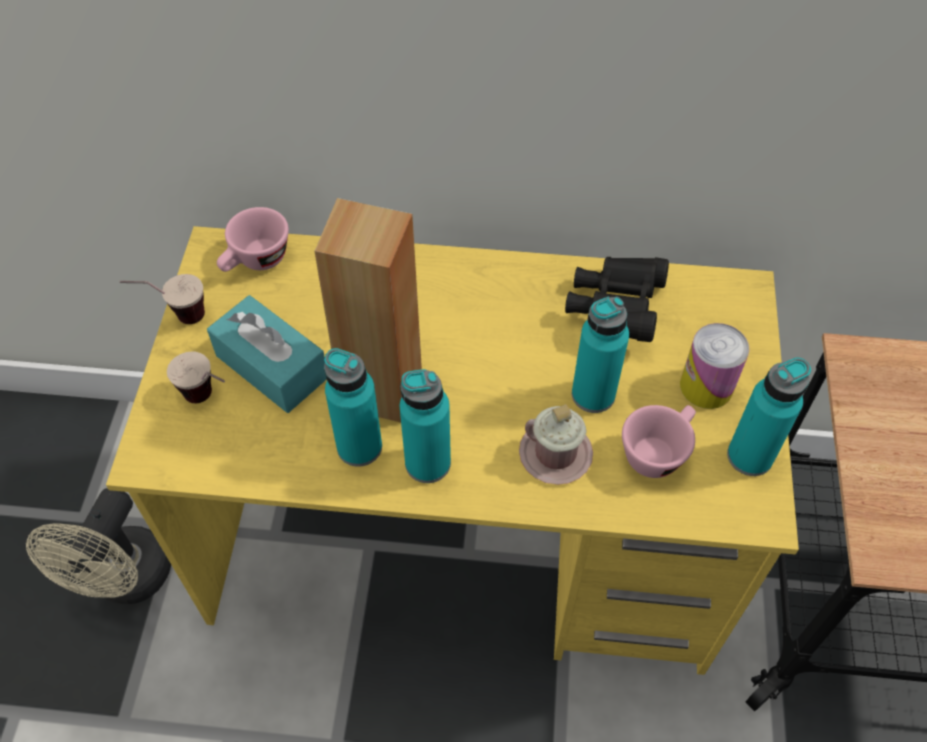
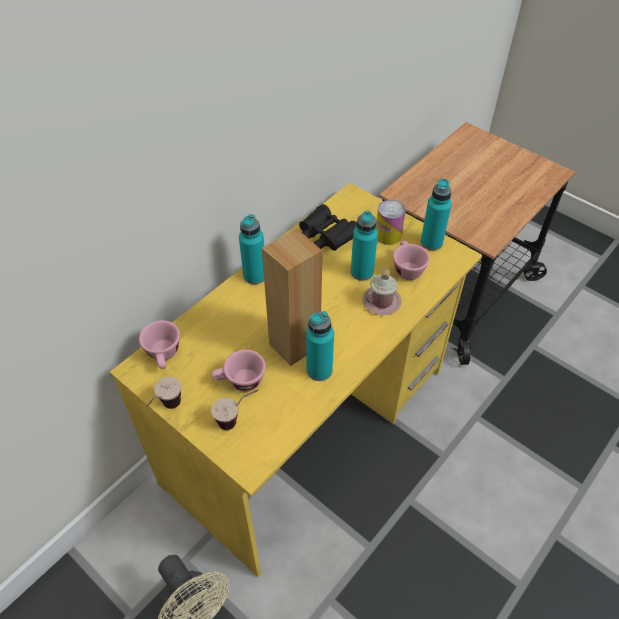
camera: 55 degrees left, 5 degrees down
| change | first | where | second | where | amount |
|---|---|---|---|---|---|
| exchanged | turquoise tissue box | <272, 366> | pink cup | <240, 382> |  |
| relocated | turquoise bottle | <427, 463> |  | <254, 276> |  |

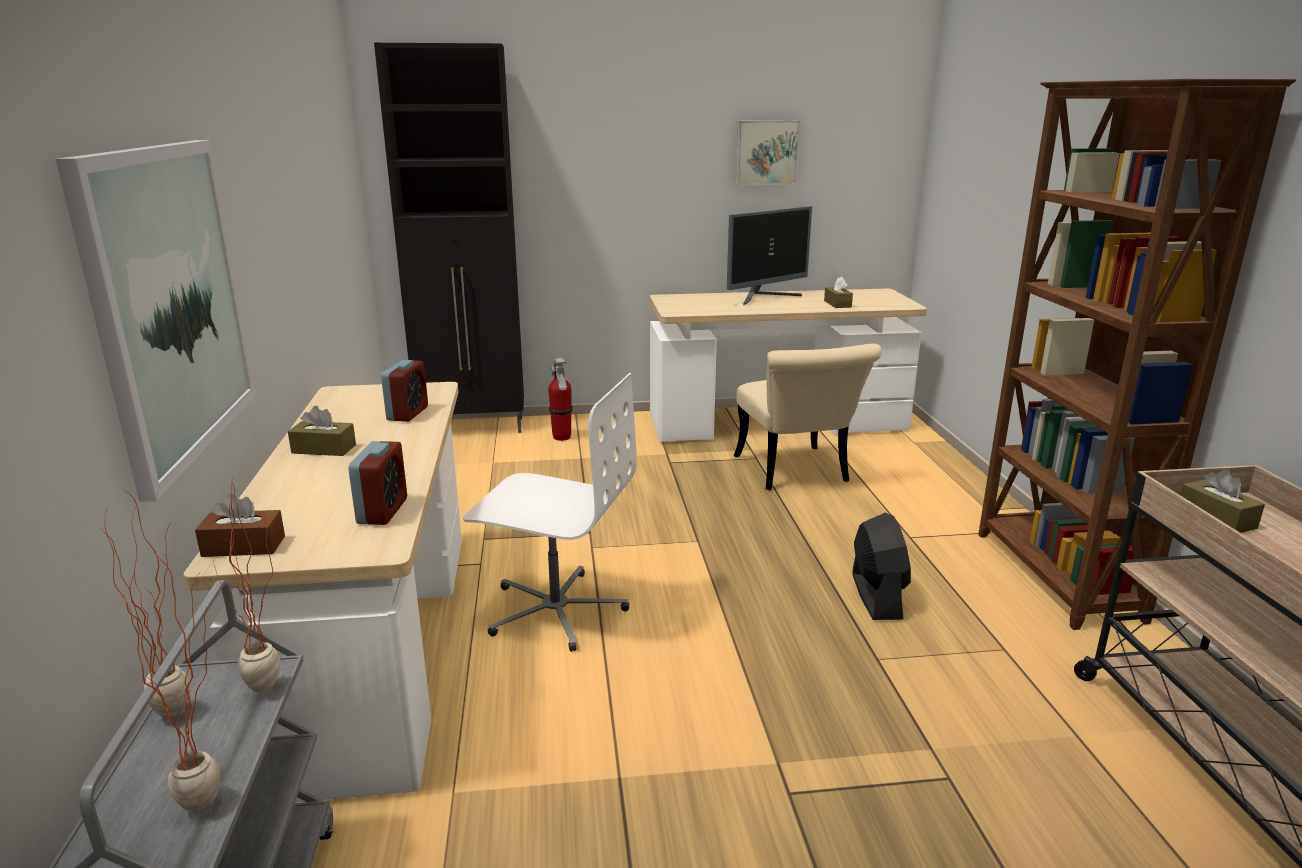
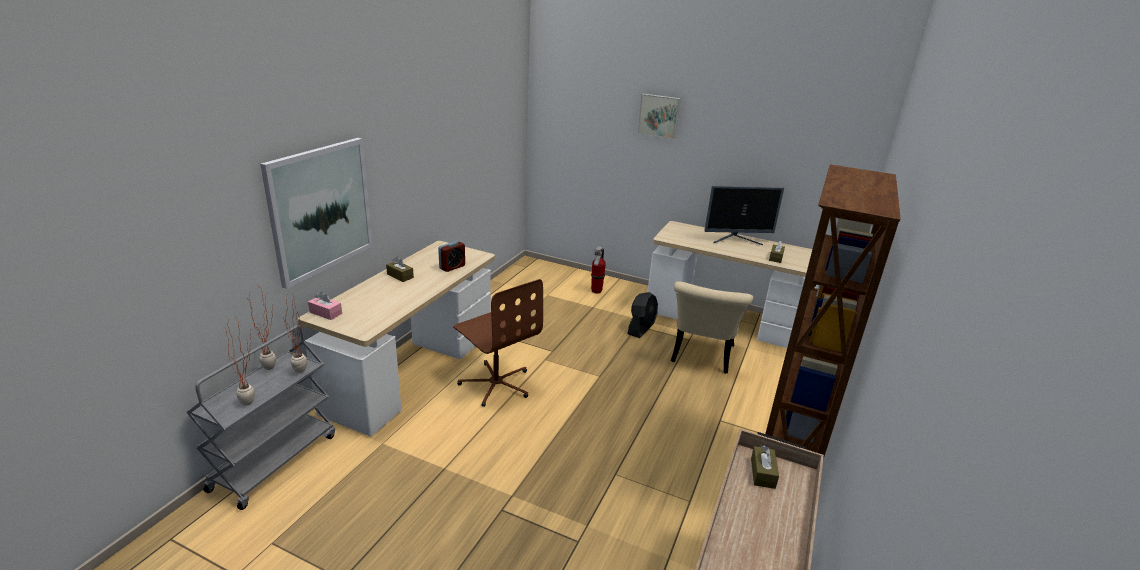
camera: 30 degrees right, 5 degrees up
| change | first | where | second | where | amount |
|---|---|---|---|---|---|
| colour | brown tissue box | <244, 546> | pink tissue box | <326, 313> |  |
| colour | white office chair | <555, 610> | brown office chair | <496, 384> |  |
| relocated | black fan | <876, 596> |  | <641, 328> |  |
| relocated | picture | <766, 152> |  | <659, 115> |  |
| missing | alarm clock | <382, 511> |  |  |  |
| missing | black cabinet | <474, 427> |  |  |  |

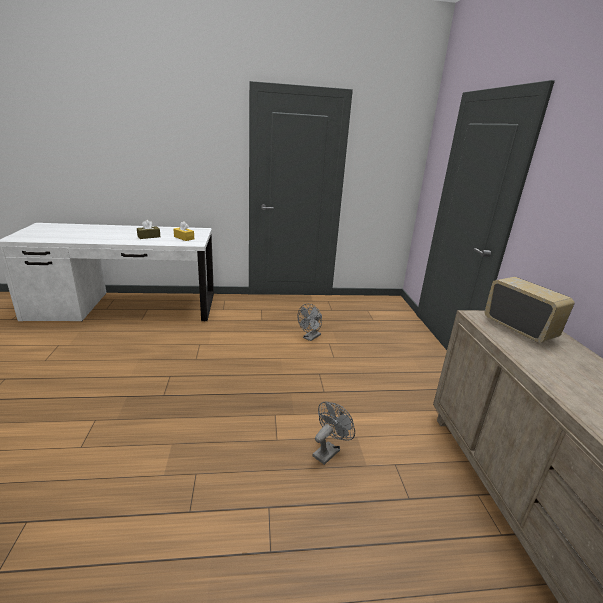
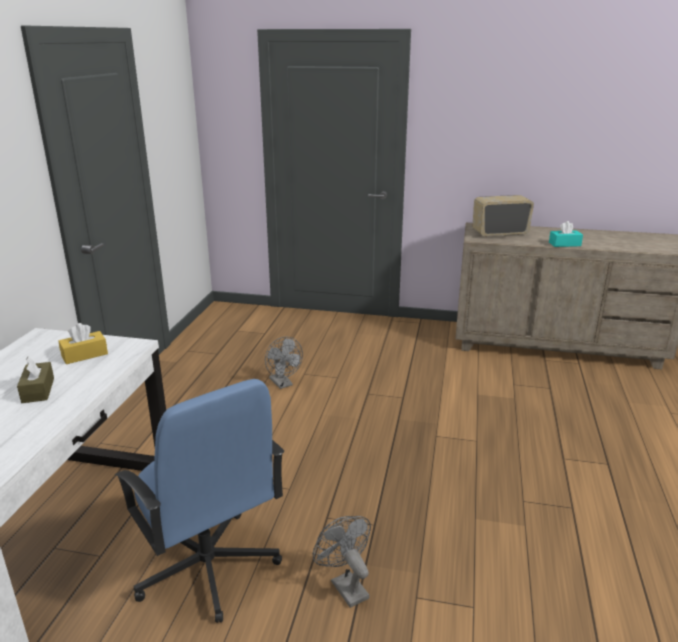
camera: 70 degrees left, 0 degrees up
| change | first | where | second | where | amount |
|---|---|---|---|---|---|
| appeared |  |  | blue office chair | <207, 567> |  |
| relocated | grey fan | <328, 451> |  | <345, 586> |  |
| appeared |  |  | turquoise tissue box | <564, 244> |  |

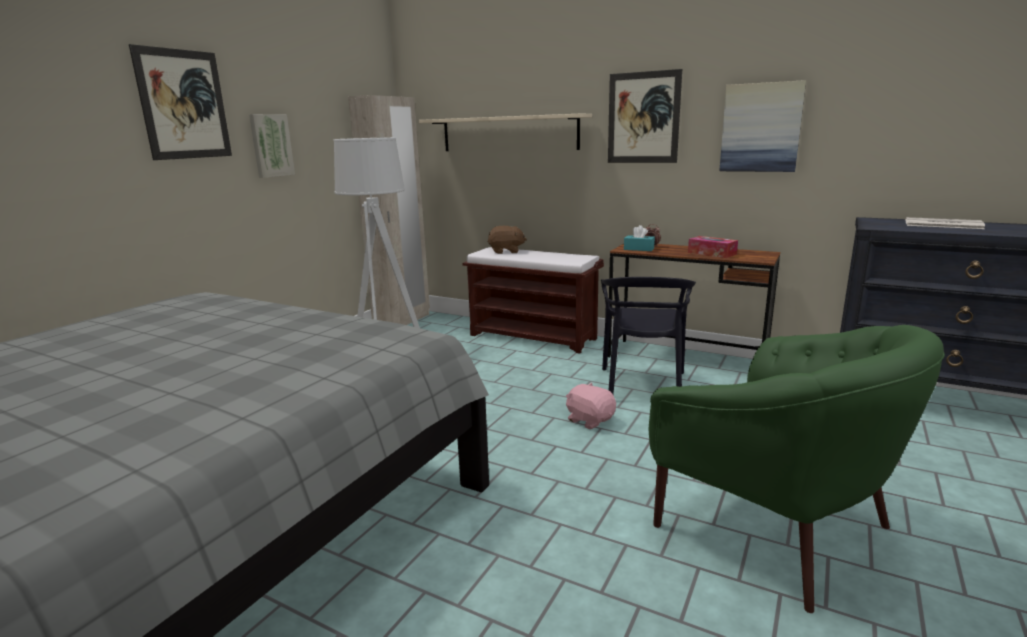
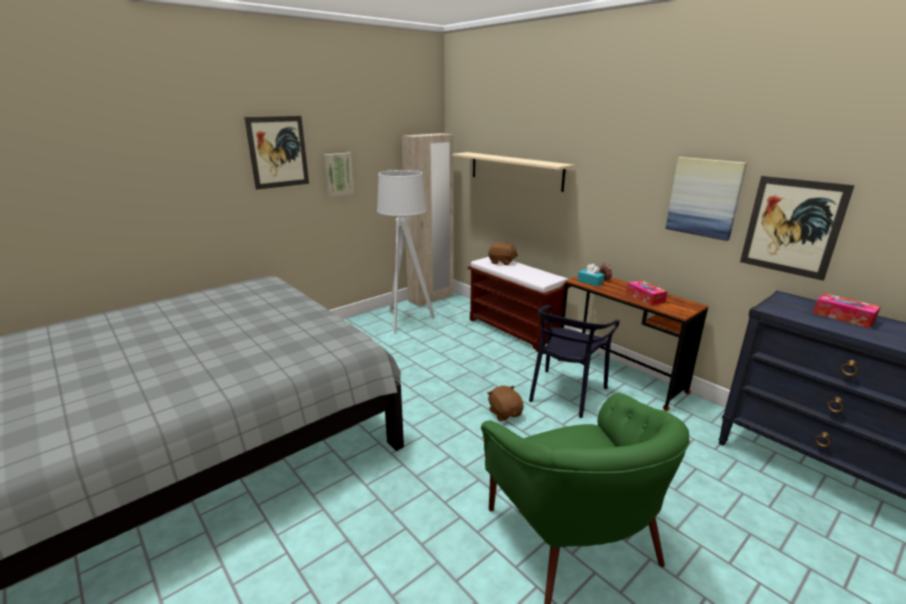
camera: 20 degrees right, 5 degrees up
| change | first | where | second | where | amount |
|---|---|---|---|---|---|
| colour | pink plush toy | <590, 420> | brown plush toy | <505, 413> |  |
| relocated | picture | <643, 118> |  | <792, 227> |  |
| exchanged | newspaper | <942, 225> | tissue box | <843, 317> |  |

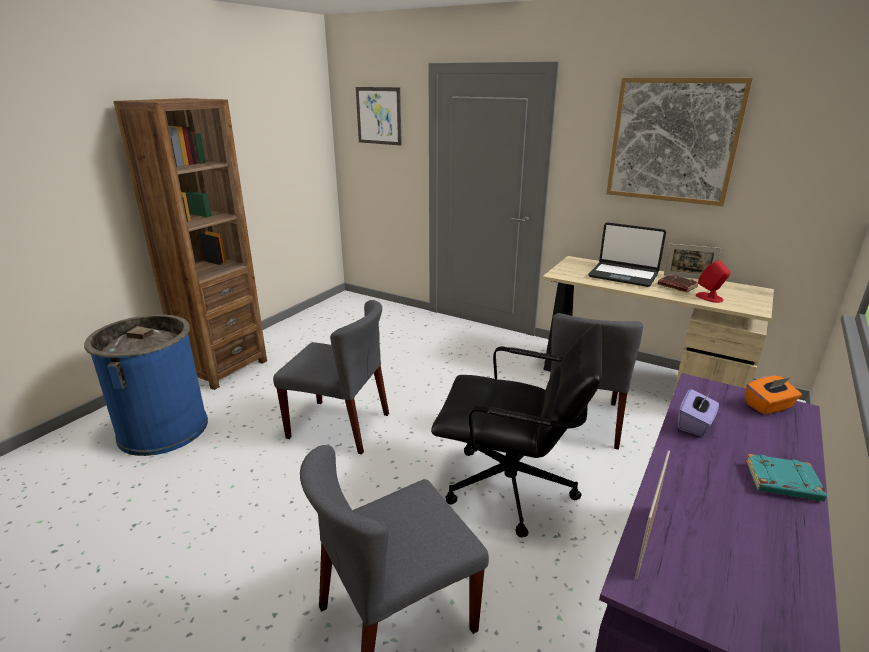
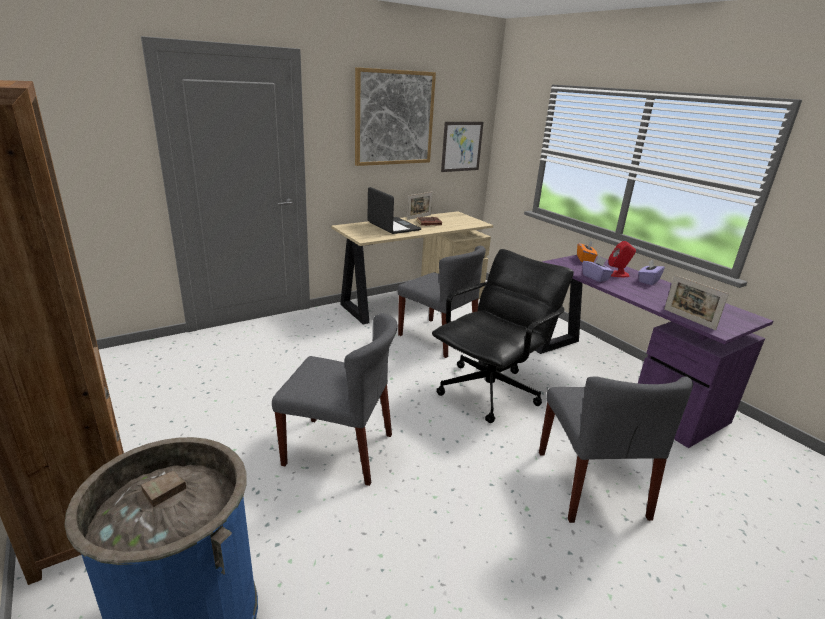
camera: 65 degrees left, 0 degrees up
| change | first | where | second | where | amount |
|---|---|---|---|---|---|
| spun | grey chair | <339, 426> |  | <340, 449> | 60 degrees clockwise |
| spun | laptop | <623, 275> |  | <393, 226> | 90 degrees counterclockwise |
| relocated | picture | <379, 116> |  | <461, 146> |  |
| relocated | red speaker | <709, 298> |  | <618, 274> |  |
| exchanged | turquoise book | <782, 482> | purple tissue box | <648, 281> |  |

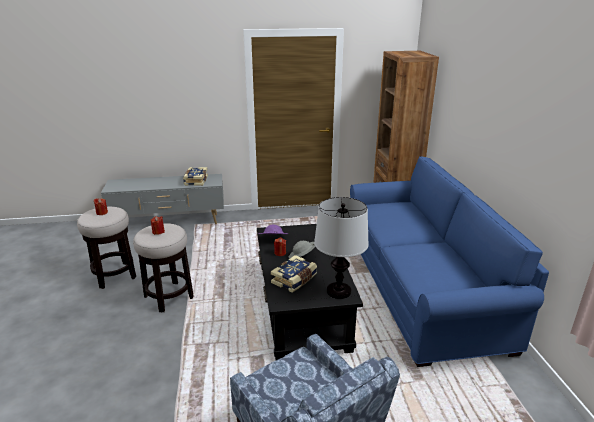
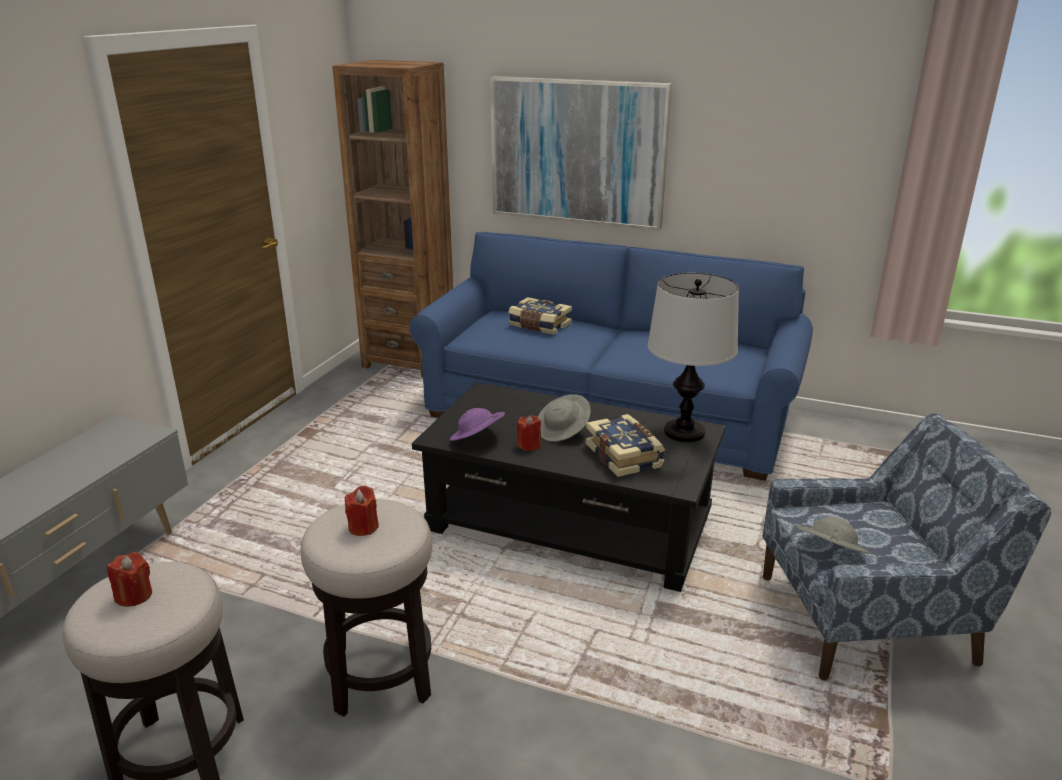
camera: 60 degrees left, 0 degrees up
| change | first | where | second | where | amount |
|---|---|---|---|---|---|
| appeared |  |  | picture | <578, 151> |  |
| relocated | book | <195, 181> |  | <539, 326> |  |
| appeared |  |  | grey hat | <829, 553> |  |

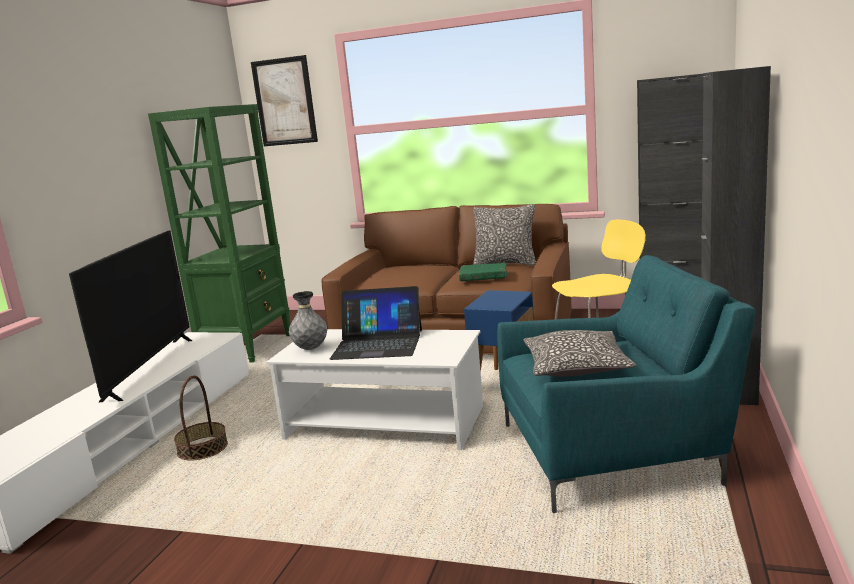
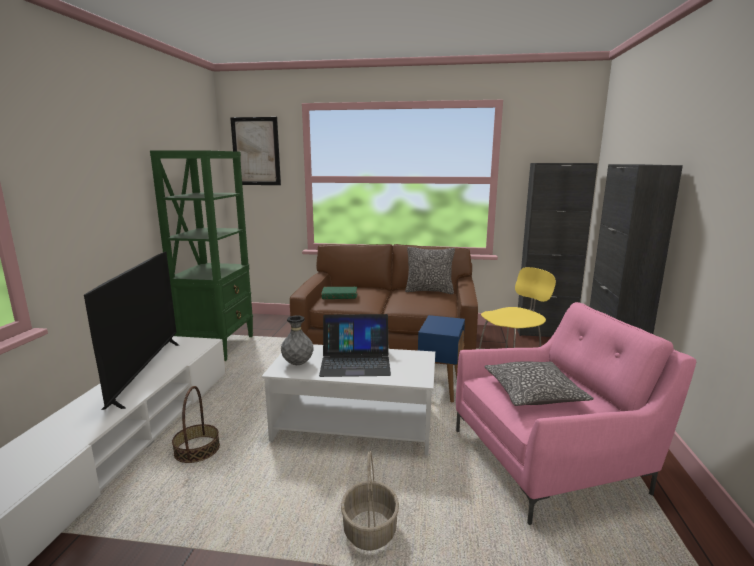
camera: 10 degrees left, 0 degrees up
| change | first | where | second | where | amount |
|---|---|---|---|---|---|
| relocated | green book | <483, 278> |  | <339, 297> |  |
| appeared |  |  | basket | <370, 531> |  |
| colour | turquoise armchair | <614, 452> | pink armchair | <551, 459> |  |

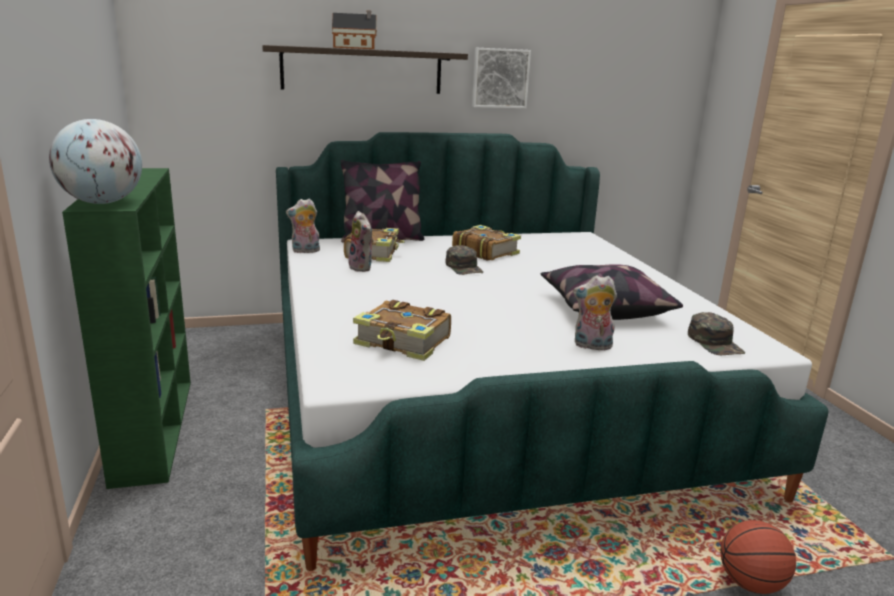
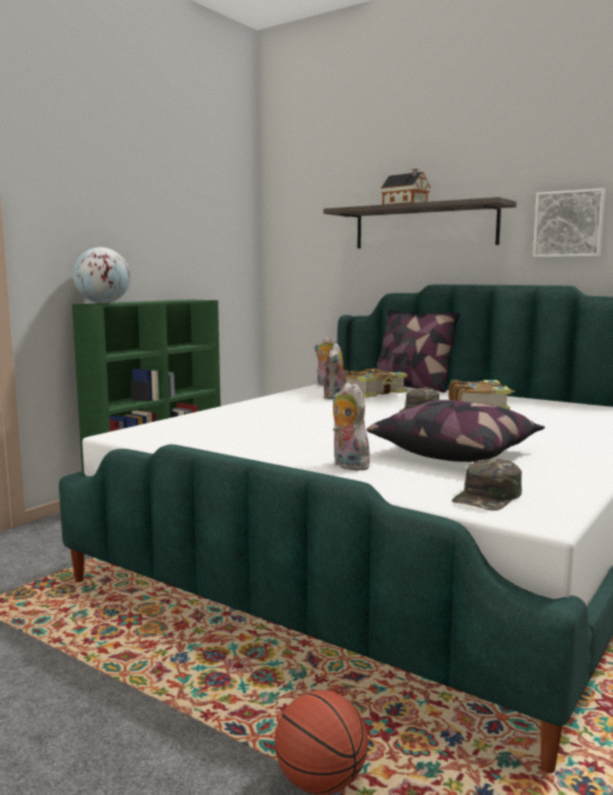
camera: 50 degrees right, 10 degrees down
| change | first | where | second | where | amount |
|---|---|---|---|---|---|
| missing | book | <403, 342> |  |  |  |

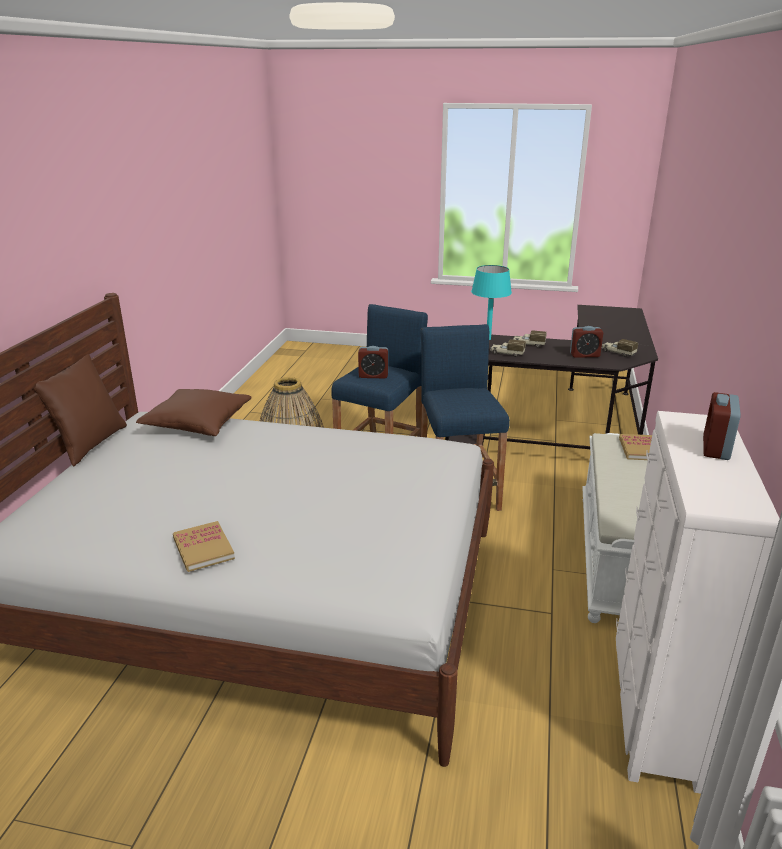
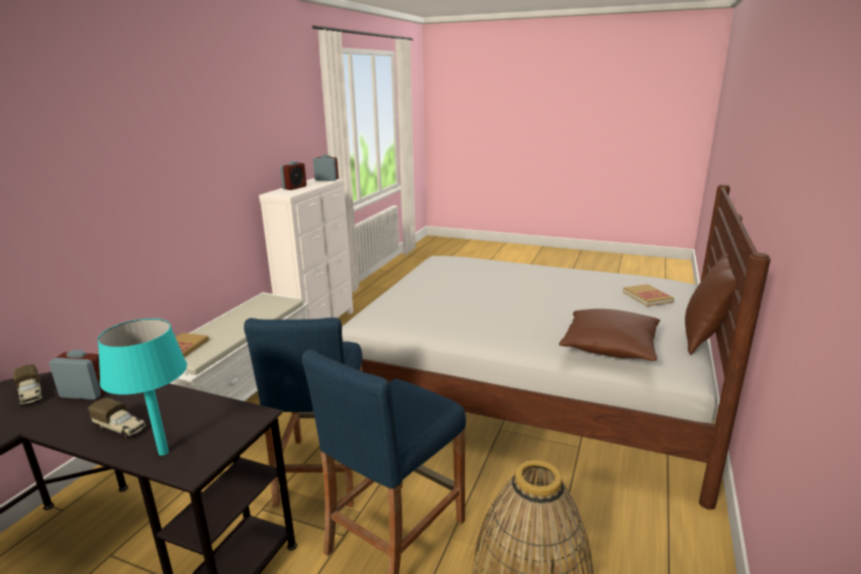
camera: 170 degrees left, 5 degrees down
| change | first | where | second | where | amount |
|---|---|---|---|---|---|
| relocated | alarm clock | <373, 376> |  | <326, 180> |  |
| relocated | book | <203, 548> |  | <647, 297> |  |
| missing | toy truck | <506, 354> |  |  |  |

